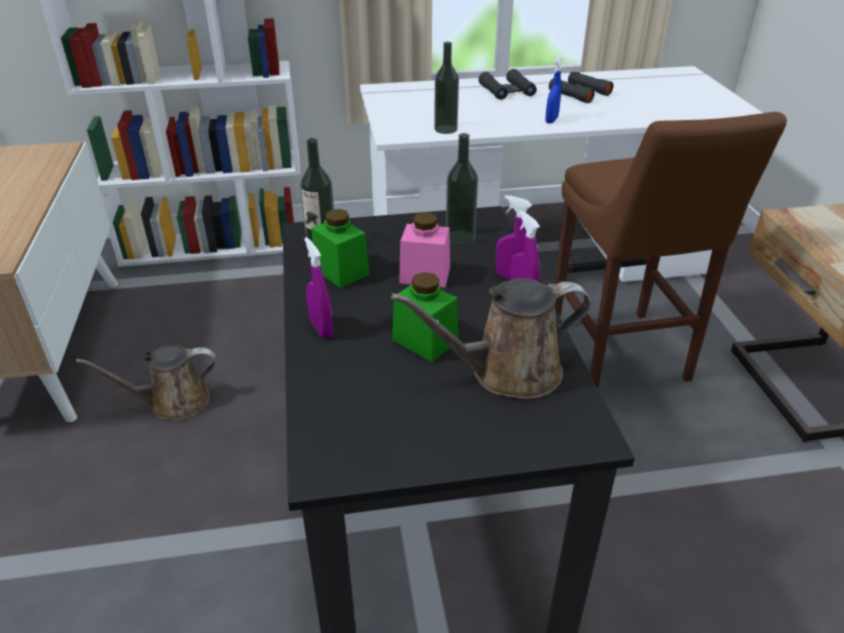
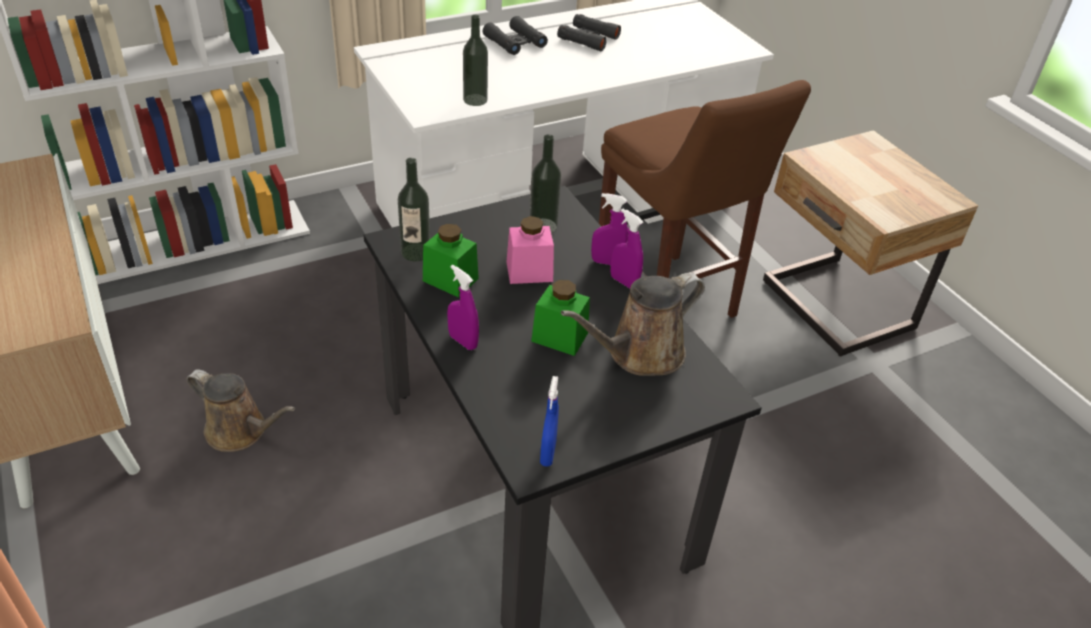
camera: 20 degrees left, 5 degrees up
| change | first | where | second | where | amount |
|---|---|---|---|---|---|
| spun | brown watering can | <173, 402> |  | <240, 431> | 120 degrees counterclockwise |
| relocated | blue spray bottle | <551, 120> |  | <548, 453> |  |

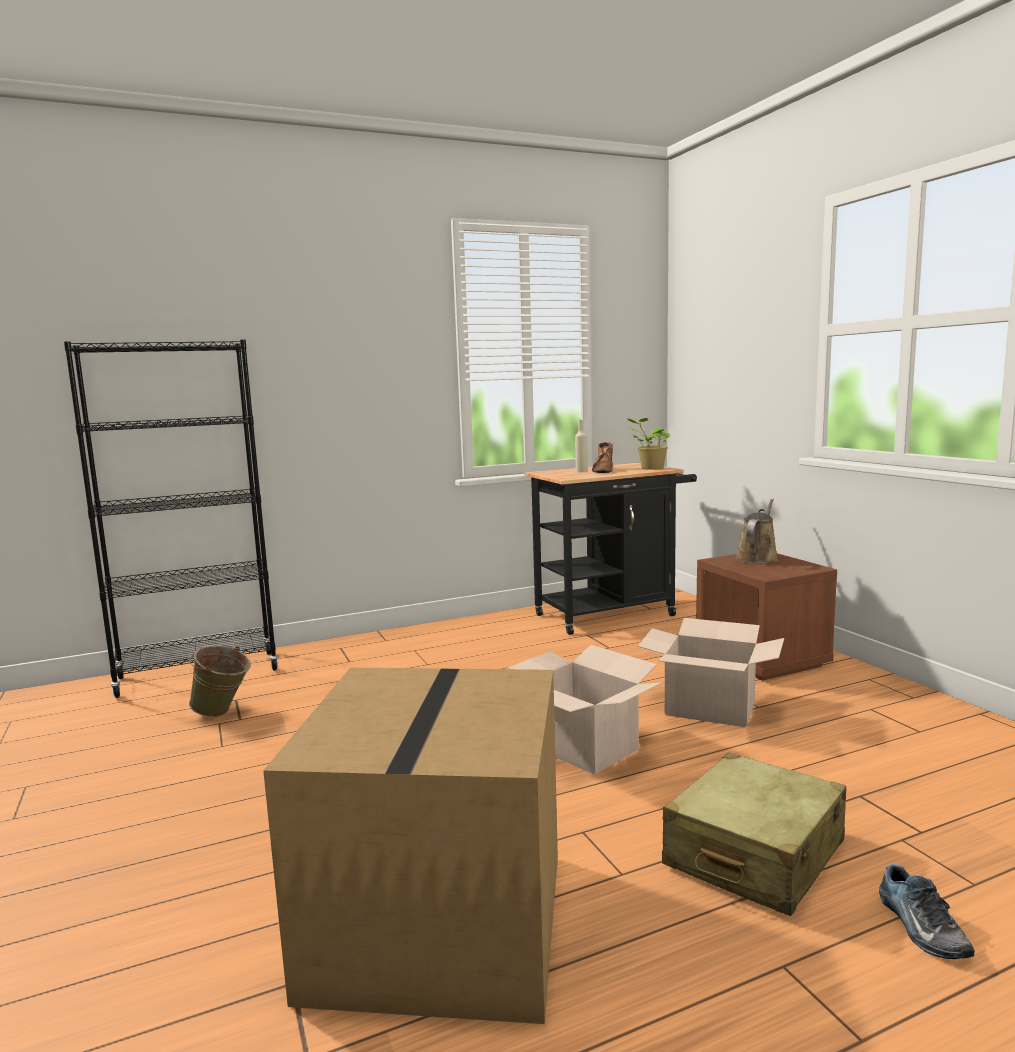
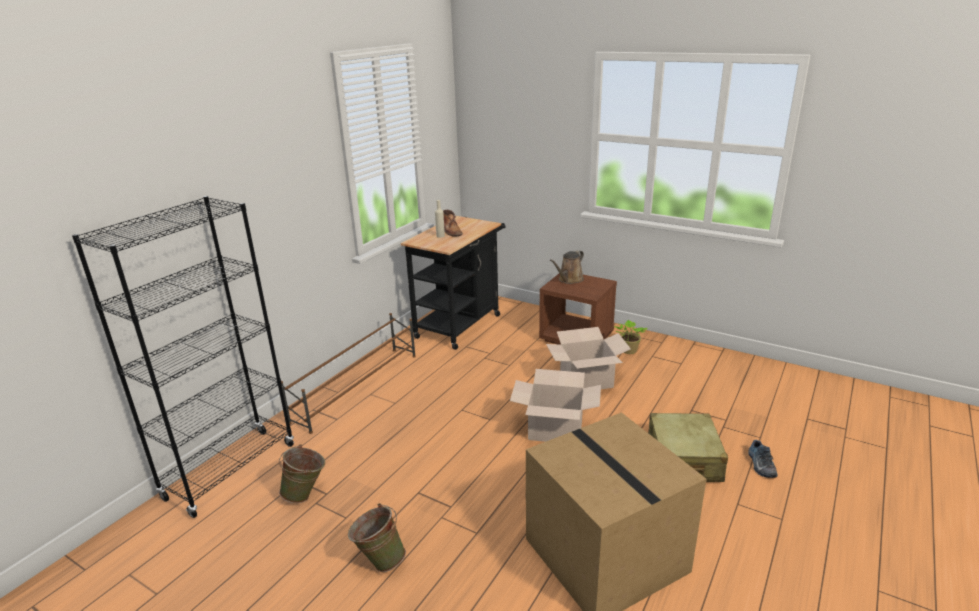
camera: 35 degrees left, 15 degrees up
| change | first | where | second | where | amount |
|---|---|---|---|---|---|
| appeared |  |  | brown shoe rack | <357, 387> |  |
| appeared |  |  | green bucket | <379, 560> |  |
| spun | brown watering can | <757, 558> |  | <569, 280> | 135 degrees counterclockwise |
| relocated | potted plant | <650, 468> |  | <628, 351> |  |
| spun | shoe | <919, 926> |  | <760, 465> | 45 degrees clockwise |

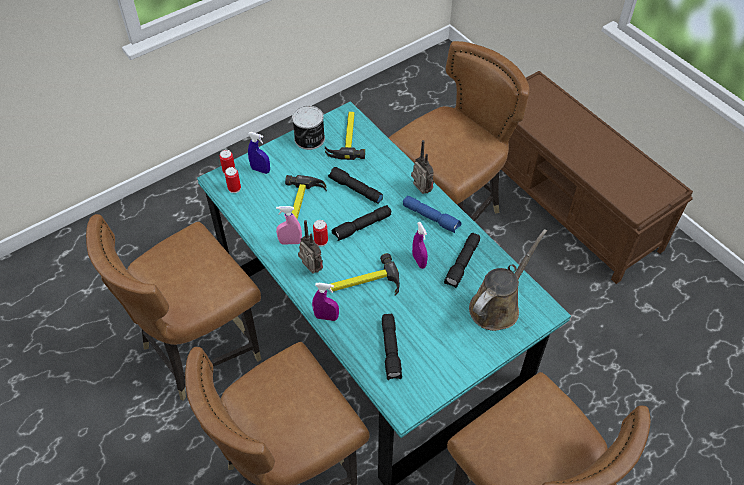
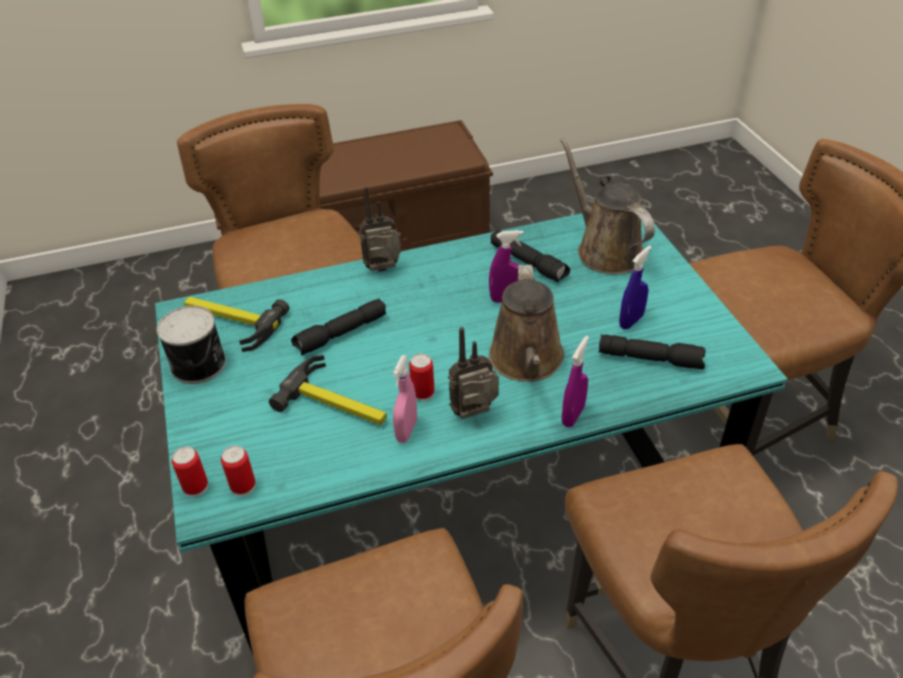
camera: 70 degrees left, 10 degrees down
| change | first | where | second | where | amount |
|---|---|---|---|---|---|
| exchanged | hammer | <364, 284> | brown watering can | <527, 361> |  |
| relocated | blue spray bottle | <260, 170> |  | <631, 321> |  |
| missing | black flashlight | <362, 227> |  |  |  |
| missing | blue flashlight | <431, 217> |  |  |  |

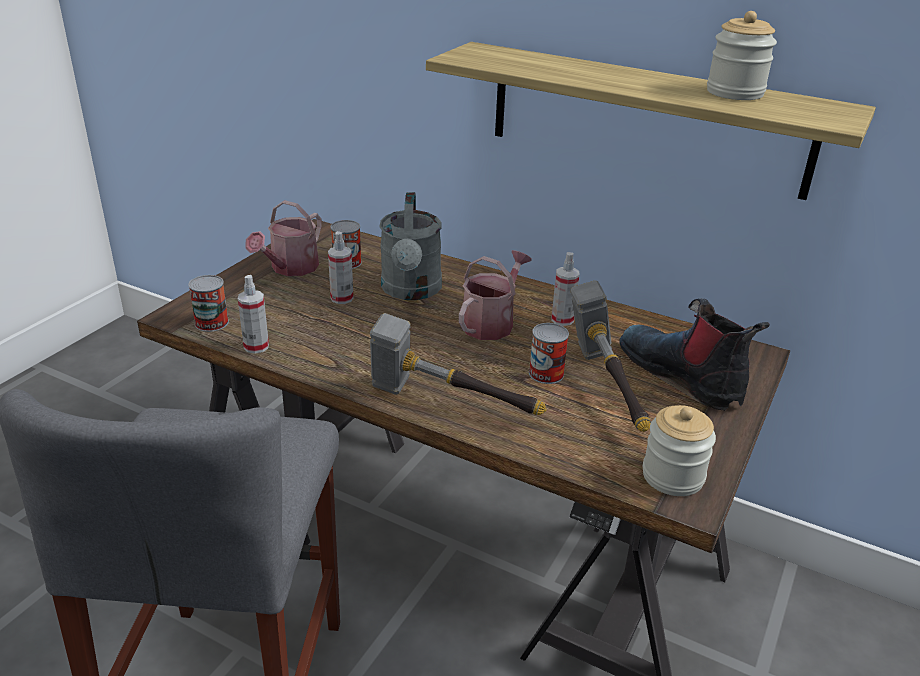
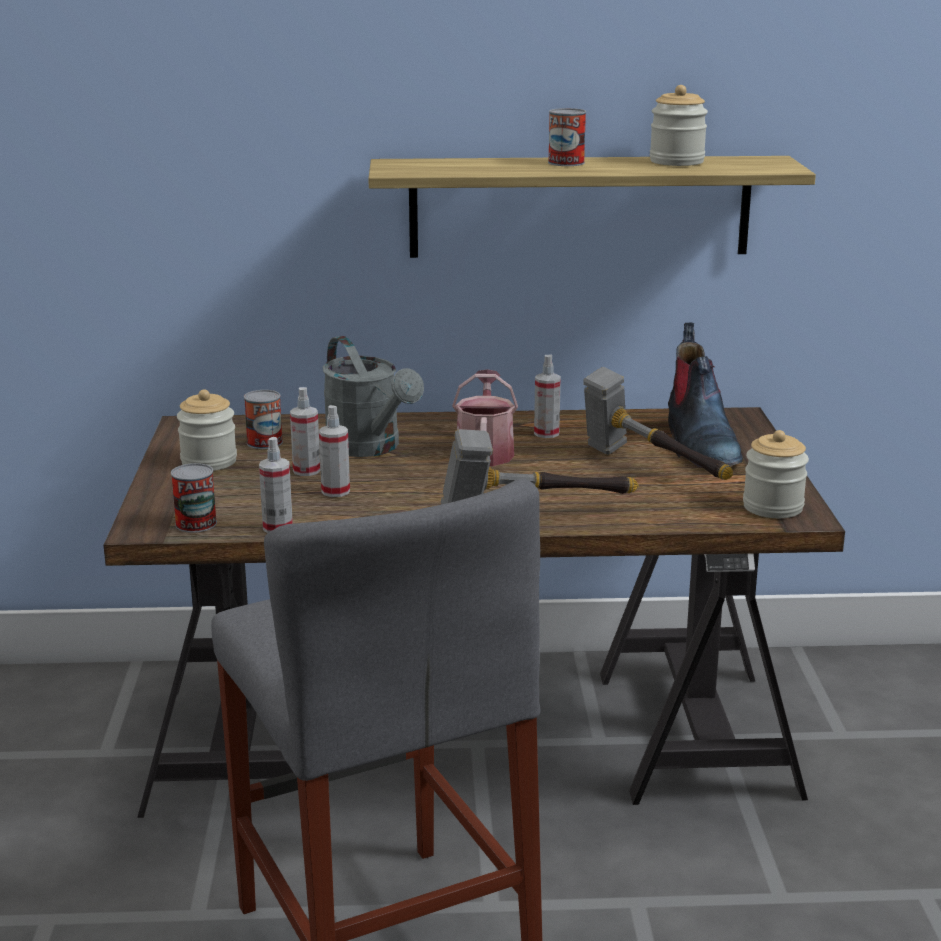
camera: 30 degrees left, 10 degrees down
| change | first | where | second | where | amount |
|---|---|---|---|---|---|
| exchanged | watering can | <290, 268> | jar | <209, 461> |  |
| appeared |  |  | spray bottle | <335, 491> |  |
| relocated | can | <546, 373> |  | <566, 163> |  |
| spun | boot | <682, 376> |  | <699, 445> | 120 degrees counterclockwise |

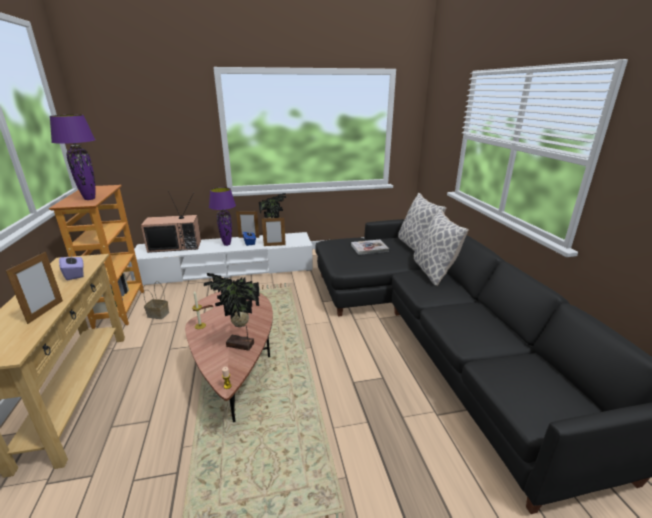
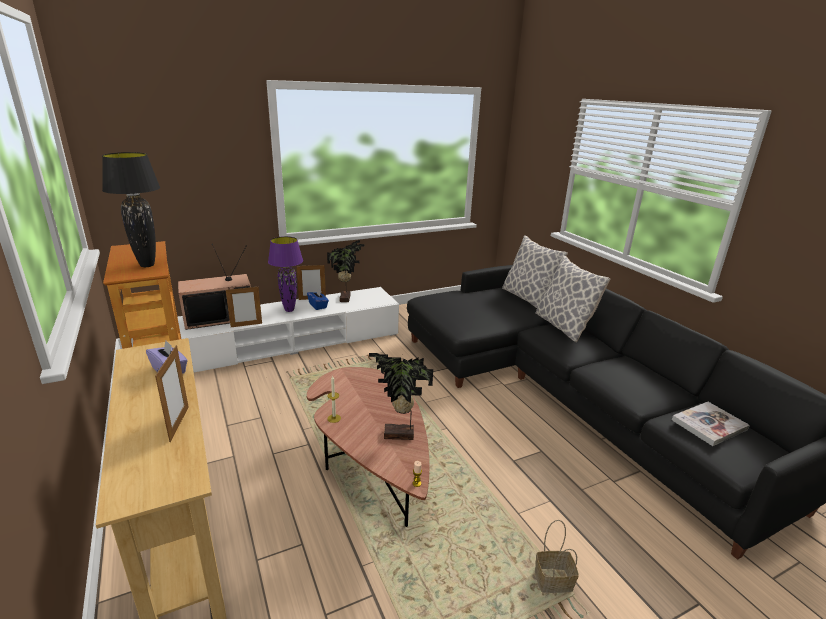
camera: 15 degrees left, 0 degrees up
| change | first | where | second | where | amount |
|---|---|---|---|---|---|
| colour | purple table lamp | <89, 199> | black table lamp | <147, 265> |  |
| relocated | picture frame | <274, 245> |  | <246, 325> |  |
| relocated | basket | <159, 314> |  | <554, 580> |  |
| relocated | book | <369, 248> |  | <709, 424> |  |

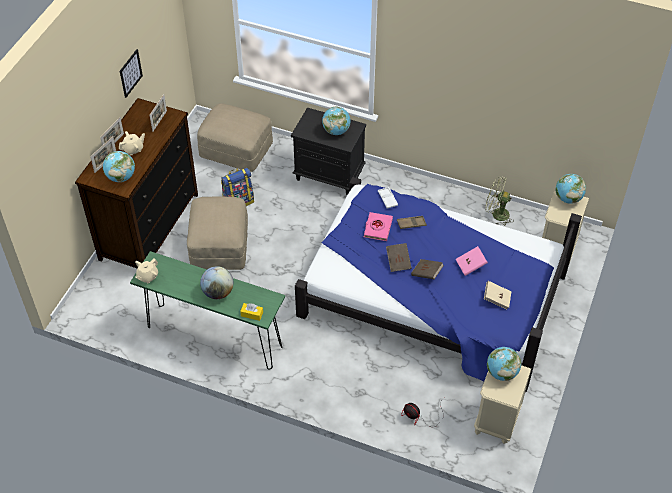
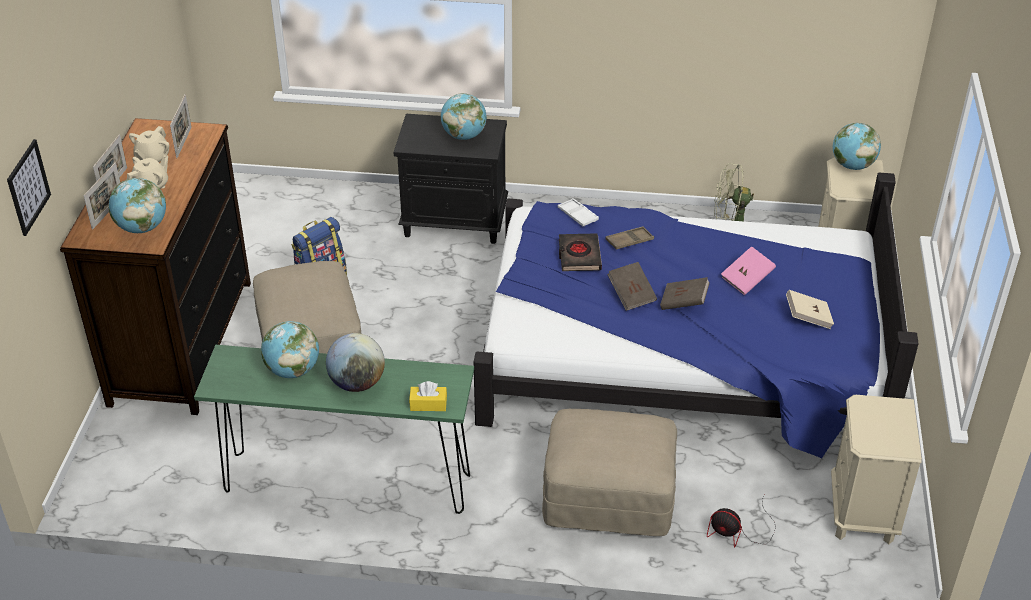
camera: 15 degrees left, 10 degrees down
| change | first | where | second | where | amount |
|---|---|---|---|---|---|
| relocated | picture | <130, 73> |  | <28, 187> |  |
| relocated | beige teapot | <147, 276> |  | <152, 159> |  |
| relocated | globe | <501, 373> |  | <293, 370> |  |
| relocated | beige ottoman | <235, 150> |  | <608, 497> |  |
| colour | pink book | <377, 228> | black book | <579, 256> |  |

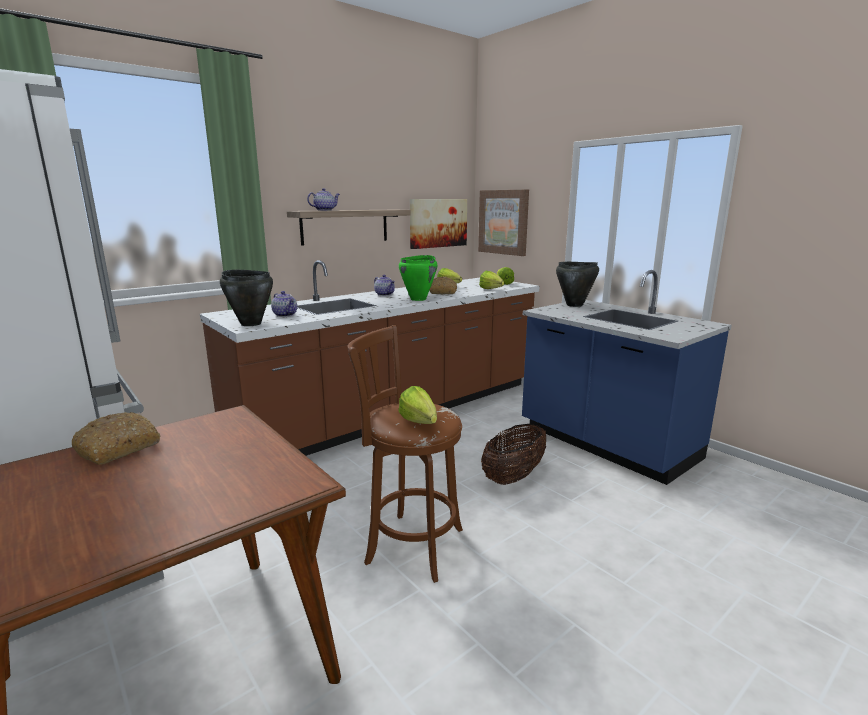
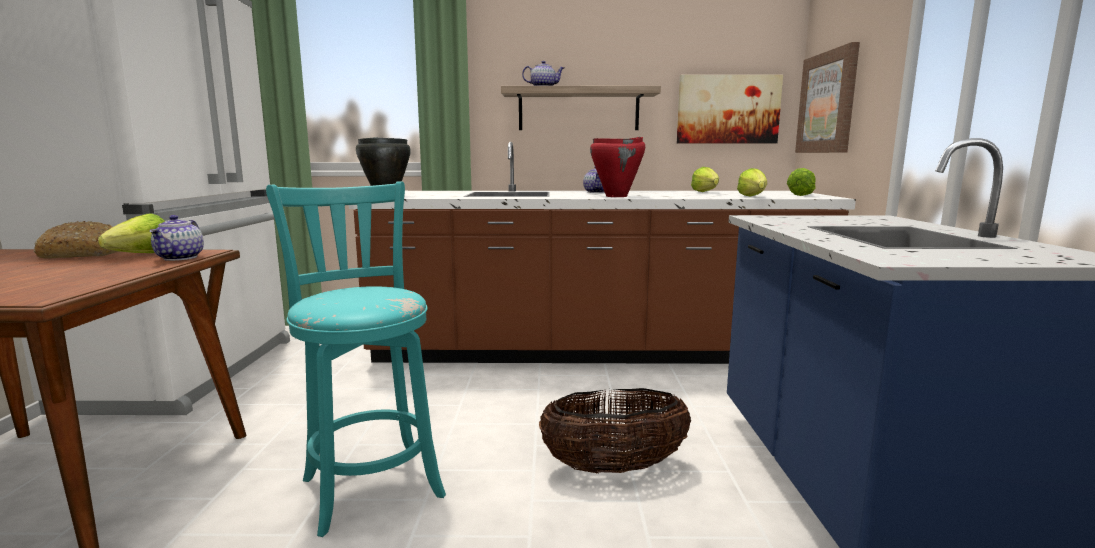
camera: 40 degrees right, 5 degrees down
| change | first | where | second | where | amount |
|---|---|---|---|---|---|
| relocated | lettuce | <420, 424> |  | <134, 256> |  |
| relocated | teapot | <285, 315> |  | <181, 258> |  |
| colour | brown stool | <410, 544> | turquoise stool | <371, 483> |  |
| colour | green cooking pot | <418, 299> | red cooking pot | <617, 196> |  |
| missing | bread | <442, 292> |  |  |  |
| missing | black cooking pot | <574, 305> |  |  |  |

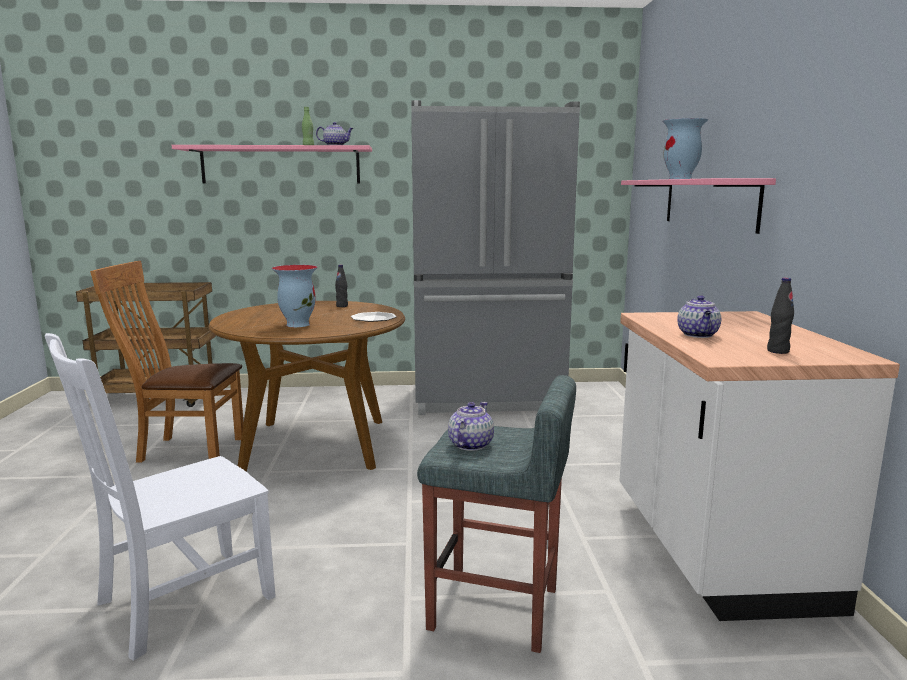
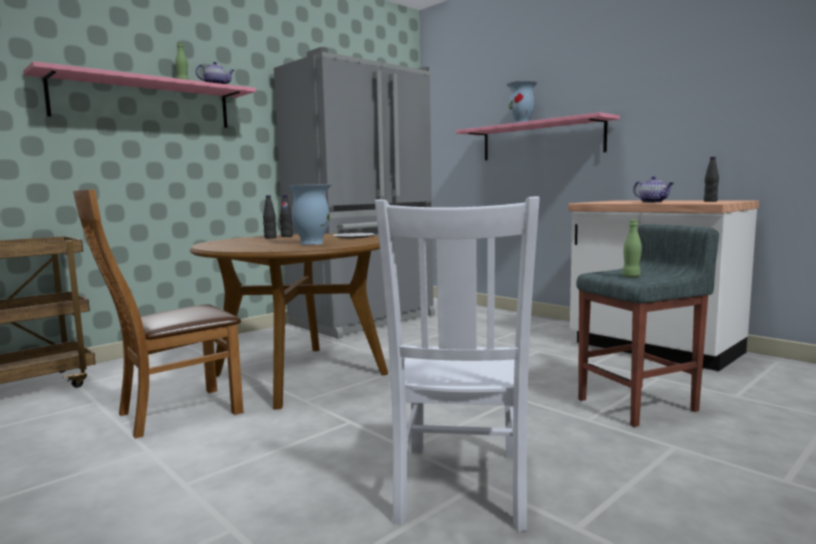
camera: 40 degrees left, 5 degrees down
| change | first | where | second | where | amount |
|---|---|---|---|---|---|
| appeared |  |  | black bottle | <270, 238> |  |
| exchanged | teapot | <470, 445> | green bottle | <631, 276> |  |

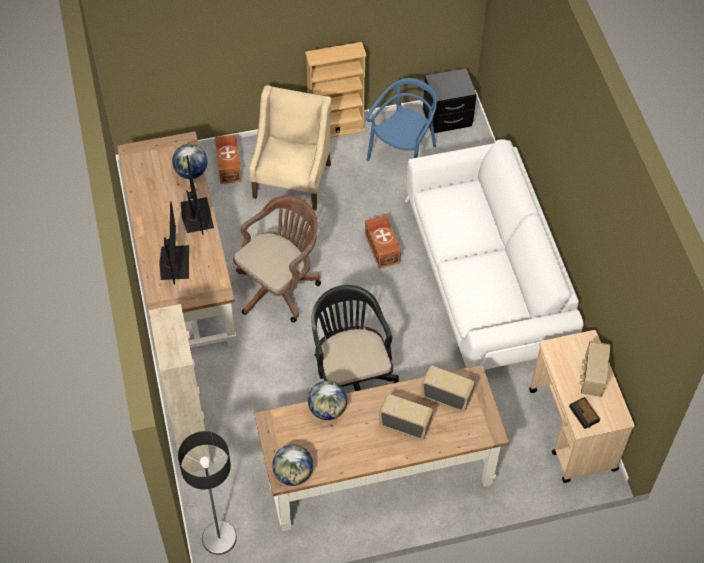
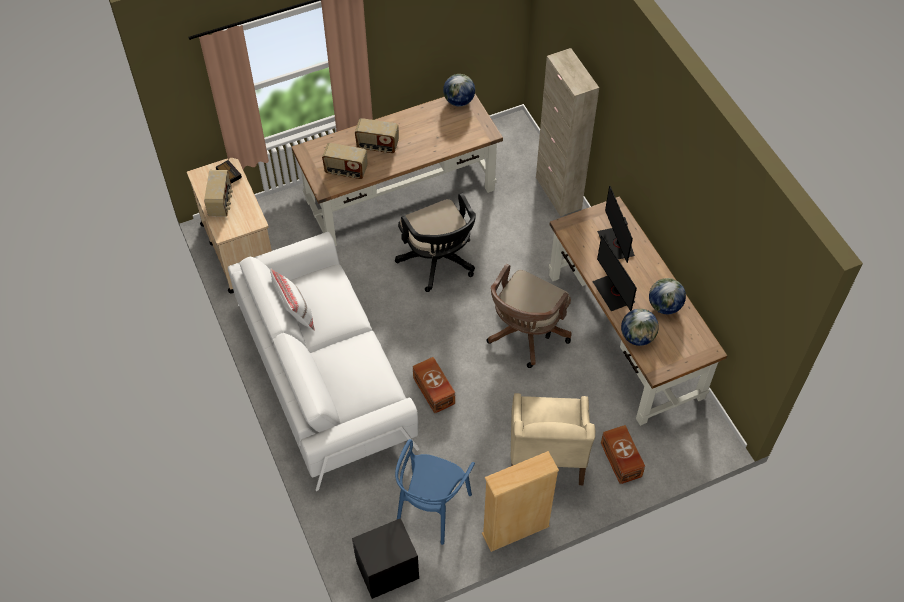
camera: 170 degrees right, 0 degrees up
| change | first | where | second | where | amount |
|---|---|---|---|---|---|
| appeared |  |  | white pillow | <295, 313> |  |
| relocated | globe | <327, 409> |  | <664, 306> |  |
| missing | floor lamp | <219, 538> |  |  |  |

